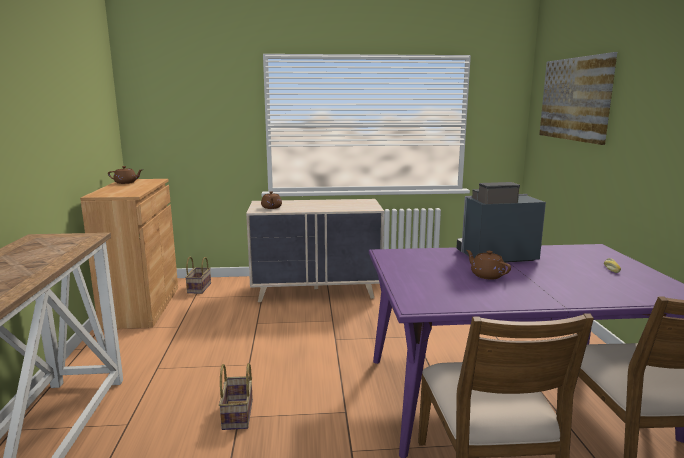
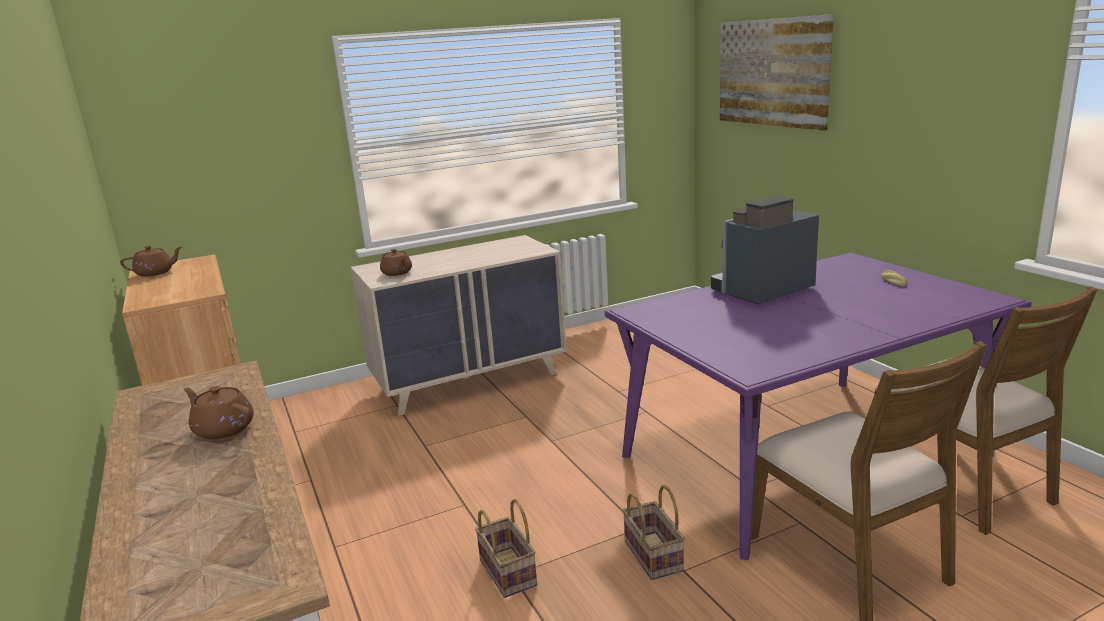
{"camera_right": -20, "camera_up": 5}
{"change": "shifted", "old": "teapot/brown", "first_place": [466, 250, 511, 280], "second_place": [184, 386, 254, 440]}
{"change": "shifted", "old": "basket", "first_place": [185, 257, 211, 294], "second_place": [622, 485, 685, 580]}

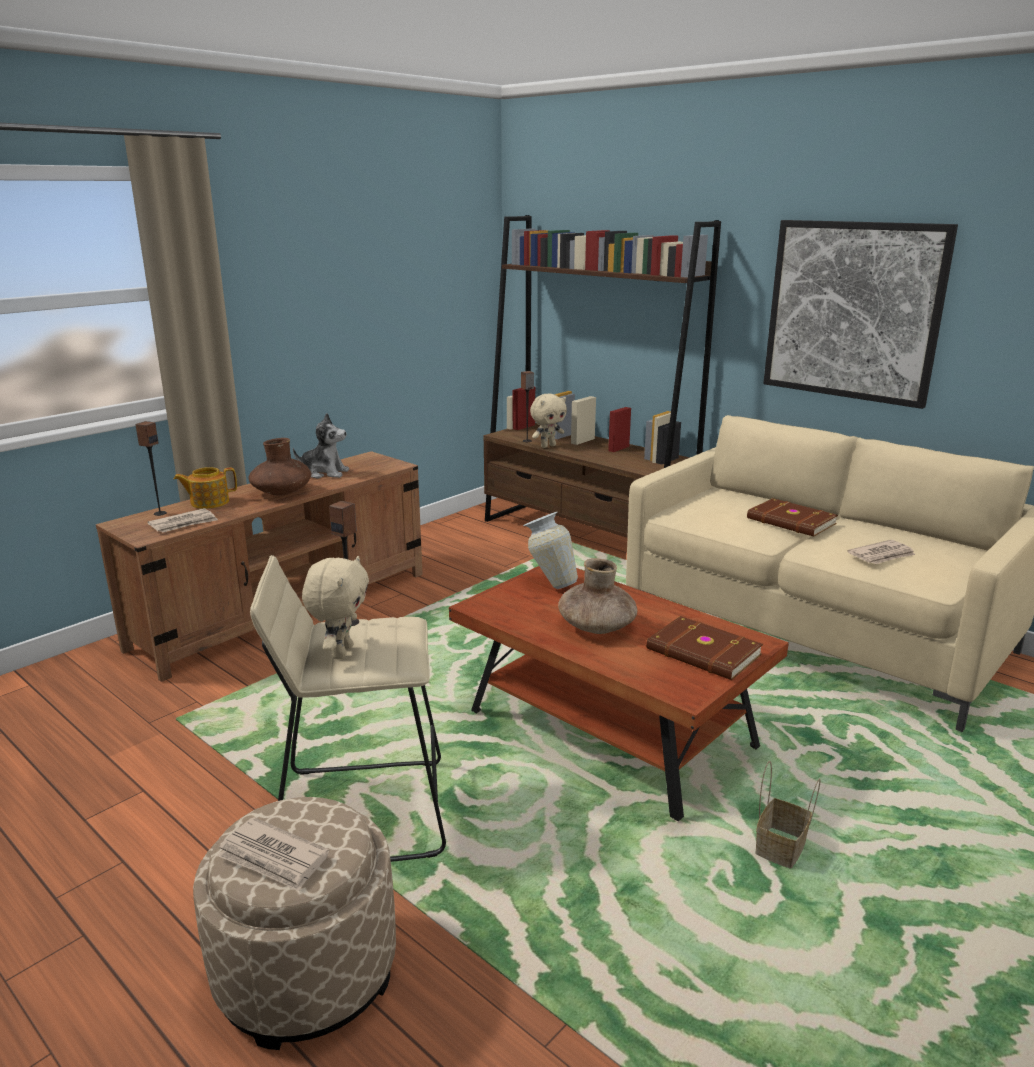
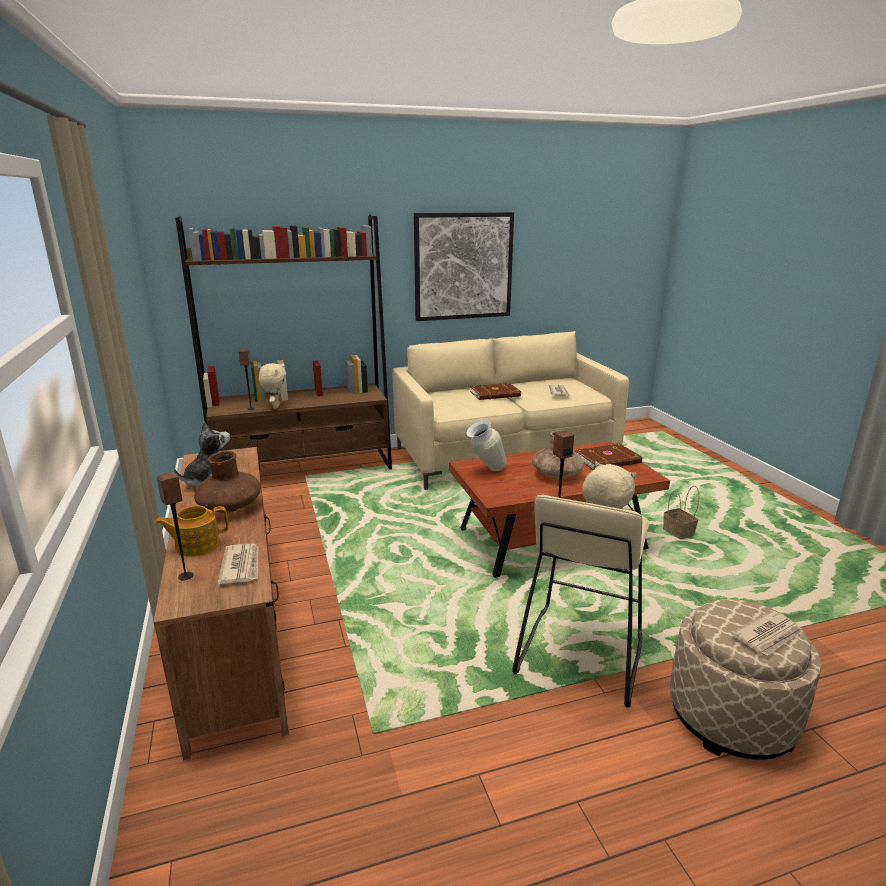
{"camera_right": -60, "camera_up": 0}
{"change": "rotated", "old": "teapot", "first_place": [174, 467, 237, 509], "second_place": [155, 506, 229, 557], "degrees": 60}

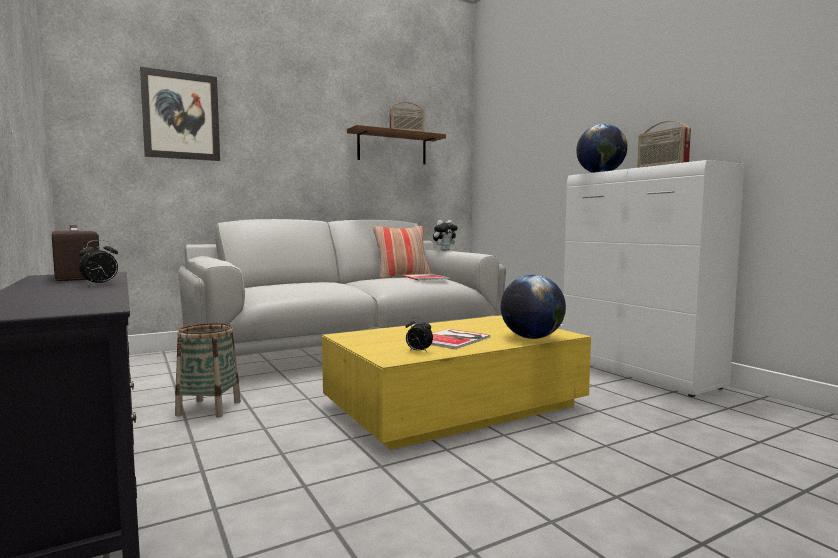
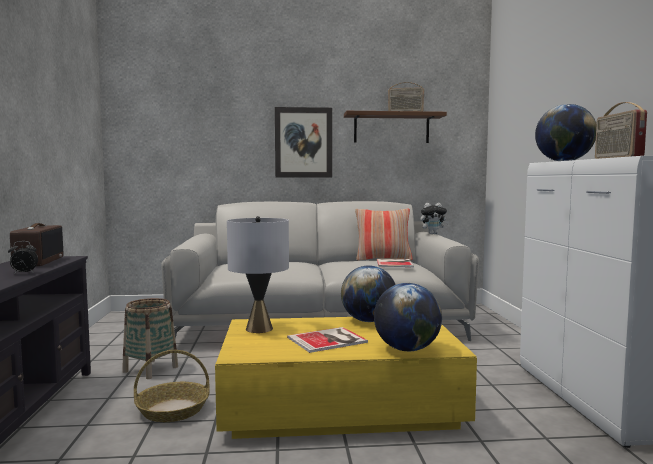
{"camera_right": 25, "camera_up": 0}
{"change": "new", "new": "basket", "second_place": [134, 350, 210, 422]}
{"change": "new", "new": "table lamp/grey", "second_place": [227, 216, 289, 333]}
{"change": "shifted", "old": "picture", "first_place": [140, 67, 220, 161], "second_place": [275, 107, 332, 177]}
{"change": "new", "new": "globe", "second_place": [341, 265, 395, 322]}
{"change": "gone", "old": "alarm clock", "first_place": [406, 316, 433, 352]}

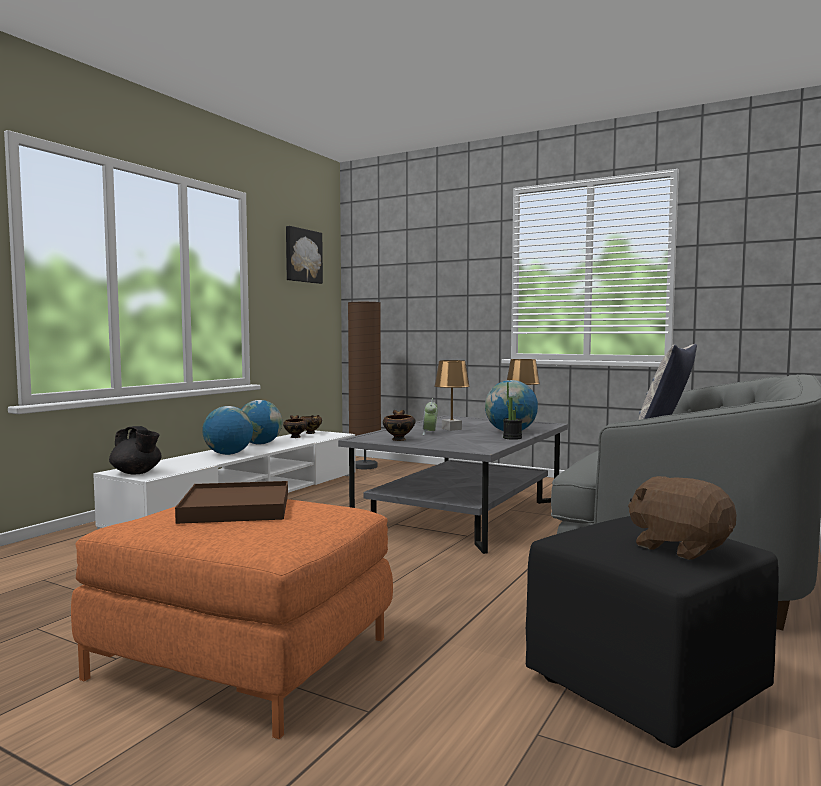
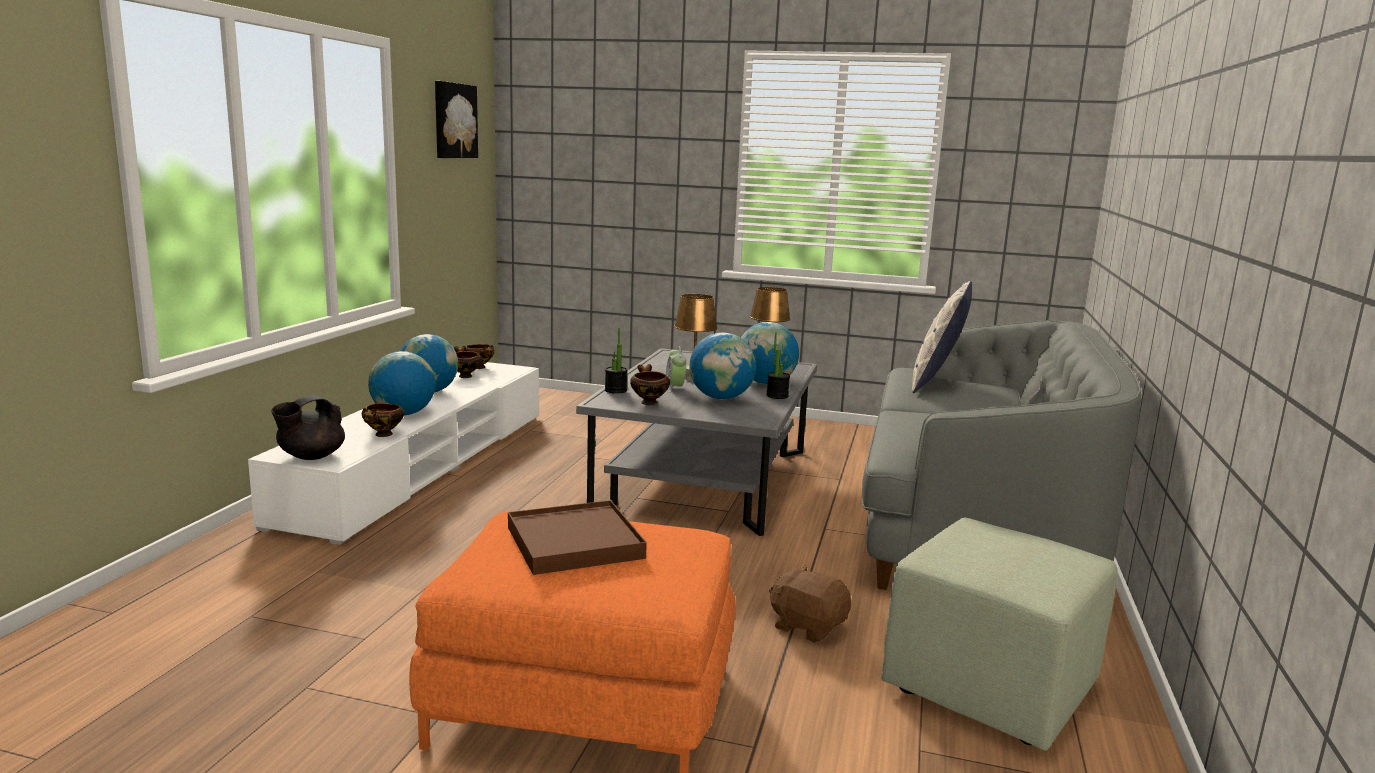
{"camera_right": -15, "camera_up": 10}
{"change": "rotated", "old": "teapot/black", "first_place": [109, 426, 162, 474], "second_place": [271, 395, 345, 460], "degrees": 105}
{"change": "new", "new": "bowl", "second_place": [362, 403, 404, 437]}
{"change": "new", "new": "potted plant", "second_place": [605, 327, 628, 394]}
{"change": "new", "new": "globe", "second_place": [689, 333, 756, 399]}
{"change": "shifted", "old": "plush toy/brown", "first_place": [628, 476, 737, 560], "second_place": [769, 565, 851, 643]}
{"change": "repainted", "old": "ottoman/black", "new": "ottoman/green", "first_place": [526, 516, 779, 748], "second_place": [881, 517, 1118, 751]}
{"change": "gone", "old": "floor lamp/brown", "first_place": [348, 302, 381, 469]}

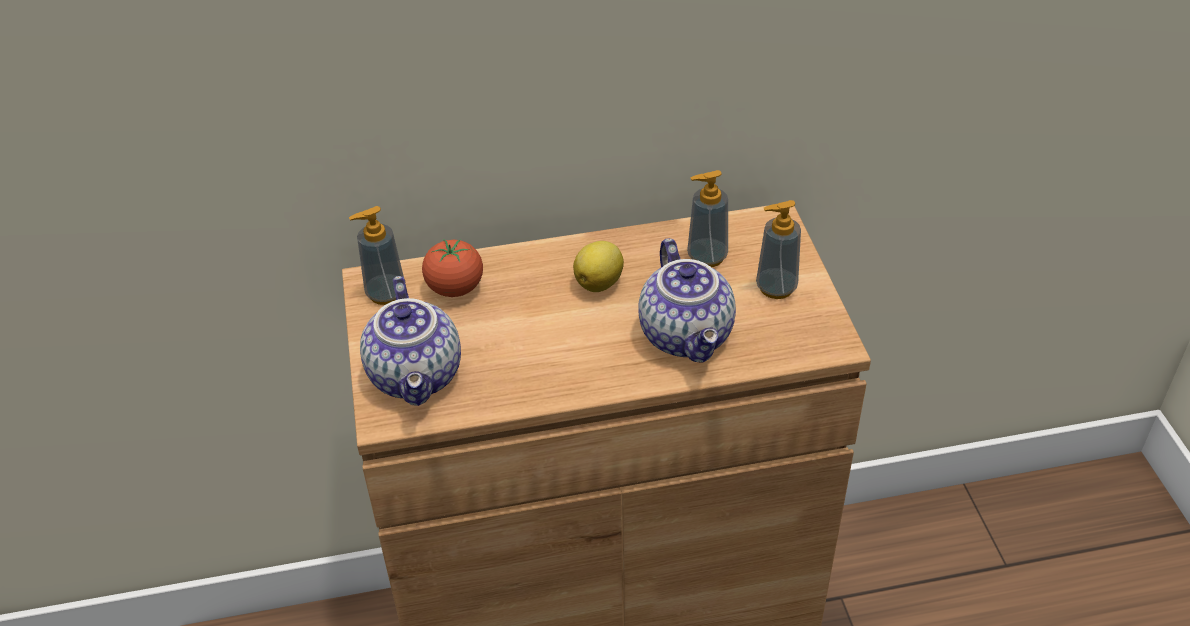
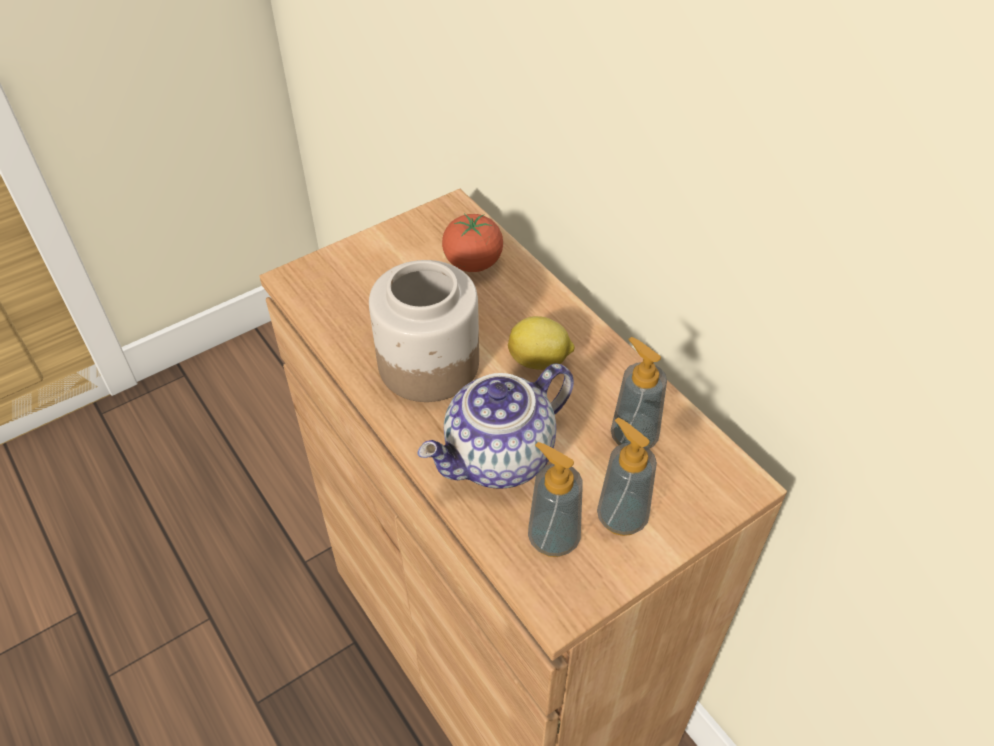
{"camera_right": 65, "camera_up": 5}
{"change": "new", "new": "jar", "second_place": [369, 260, 479, 402]}
{"change": "shifted", "old": "soap dispenser", "first_place": [349, 206, 404, 305], "second_place": [528, 442, 583, 557]}
{"change": "gone", "old": "teapot", "first_place": [360, 276, 461, 406]}

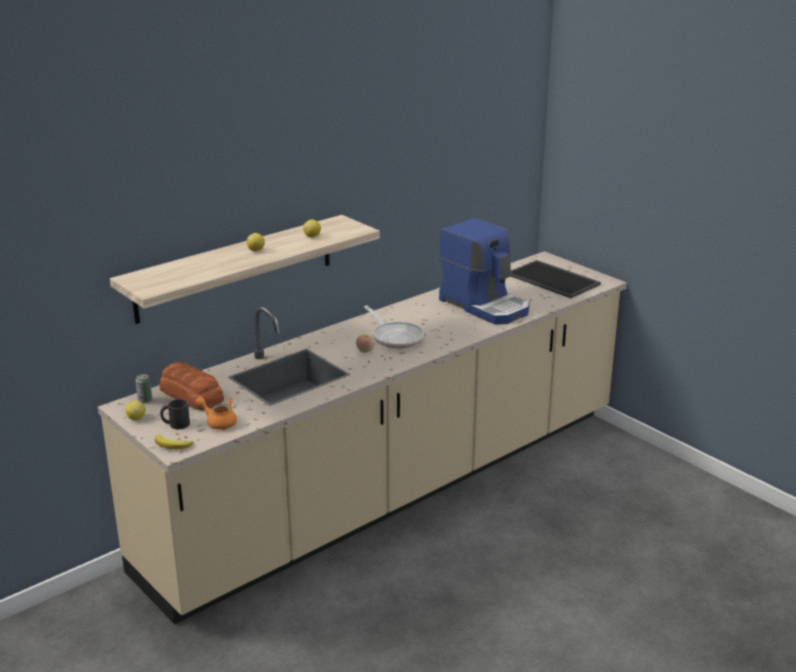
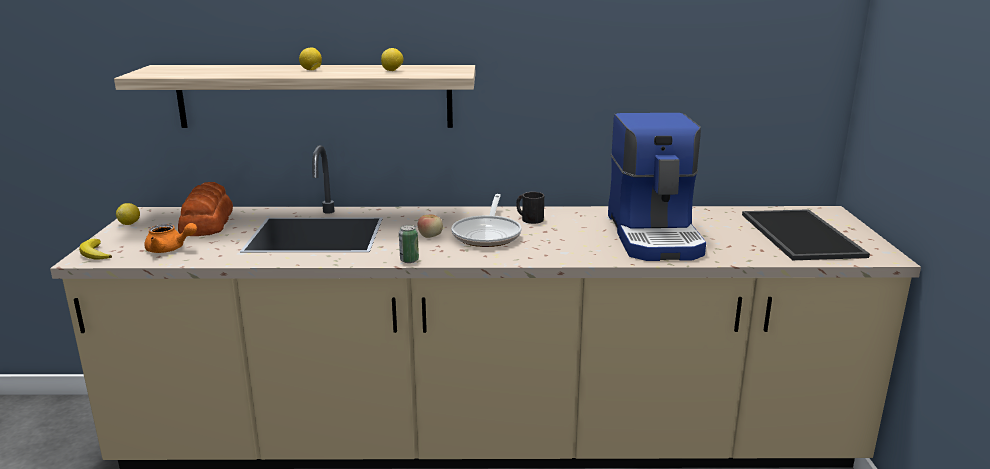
{"camera_right": 40, "camera_up": -5}
{"change": "rotated", "old": "teapot/orange", "first_place": [195, 397, 237, 429], "second_place": [144, 223, 197, 253], "degrees": 120}
{"change": "shifted", "old": "can", "first_place": [135, 374, 152, 403], "second_place": [399, 225, 419, 263]}
{"change": "shifted", "old": "mug/black", "first_place": [160, 399, 190, 429], "second_place": [516, 192, 544, 224]}

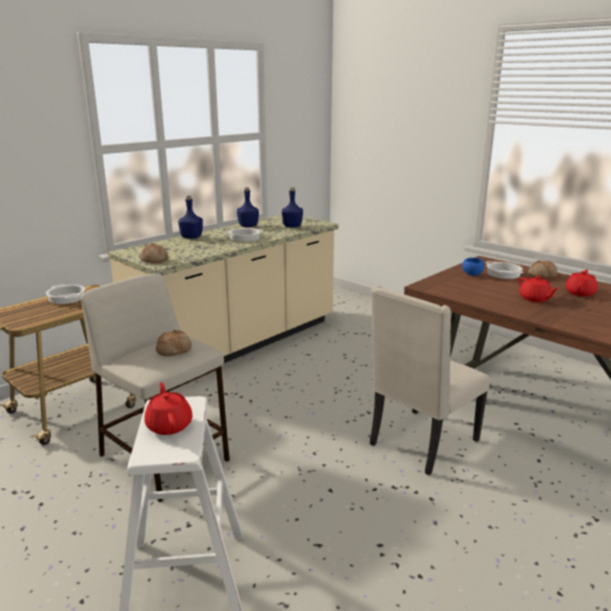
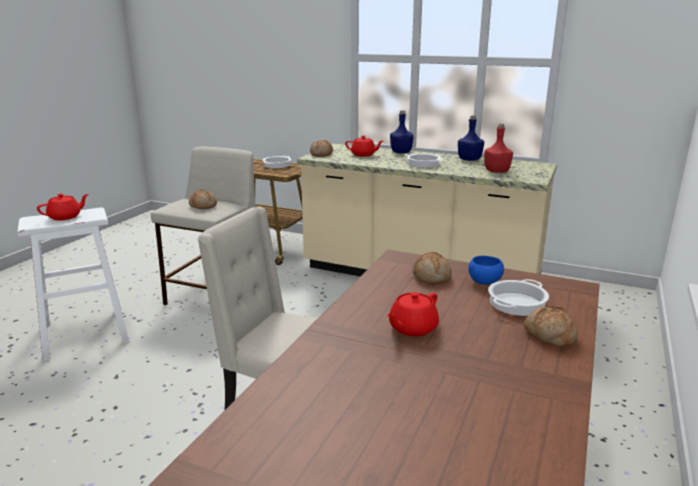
{"camera_right": 70, "camera_up": 0}
{"change": "shifted", "old": "teapot/red", "first_place": [565, 270, 598, 297], "second_place": [345, 136, 383, 156]}
{"change": "new", "new": "bread", "second_place": [413, 252, 452, 284]}
{"change": "repainted", "old": "bottle/blue", "new": "bottle/red", "first_place": [282, 188, 303, 228], "second_place": [484, 124, 513, 173]}

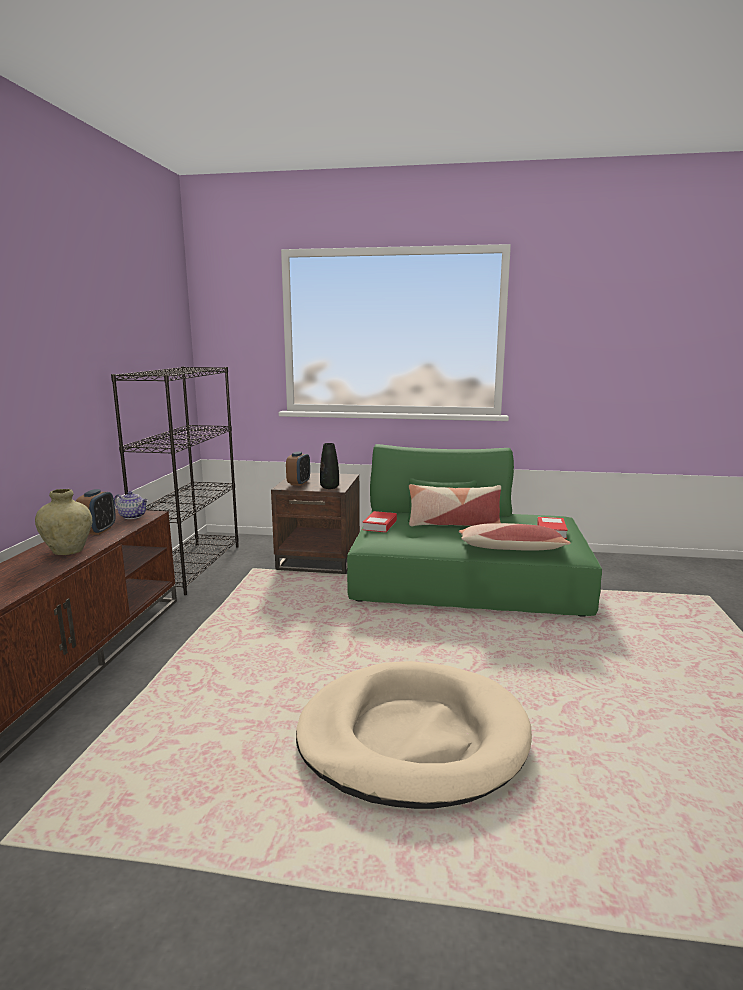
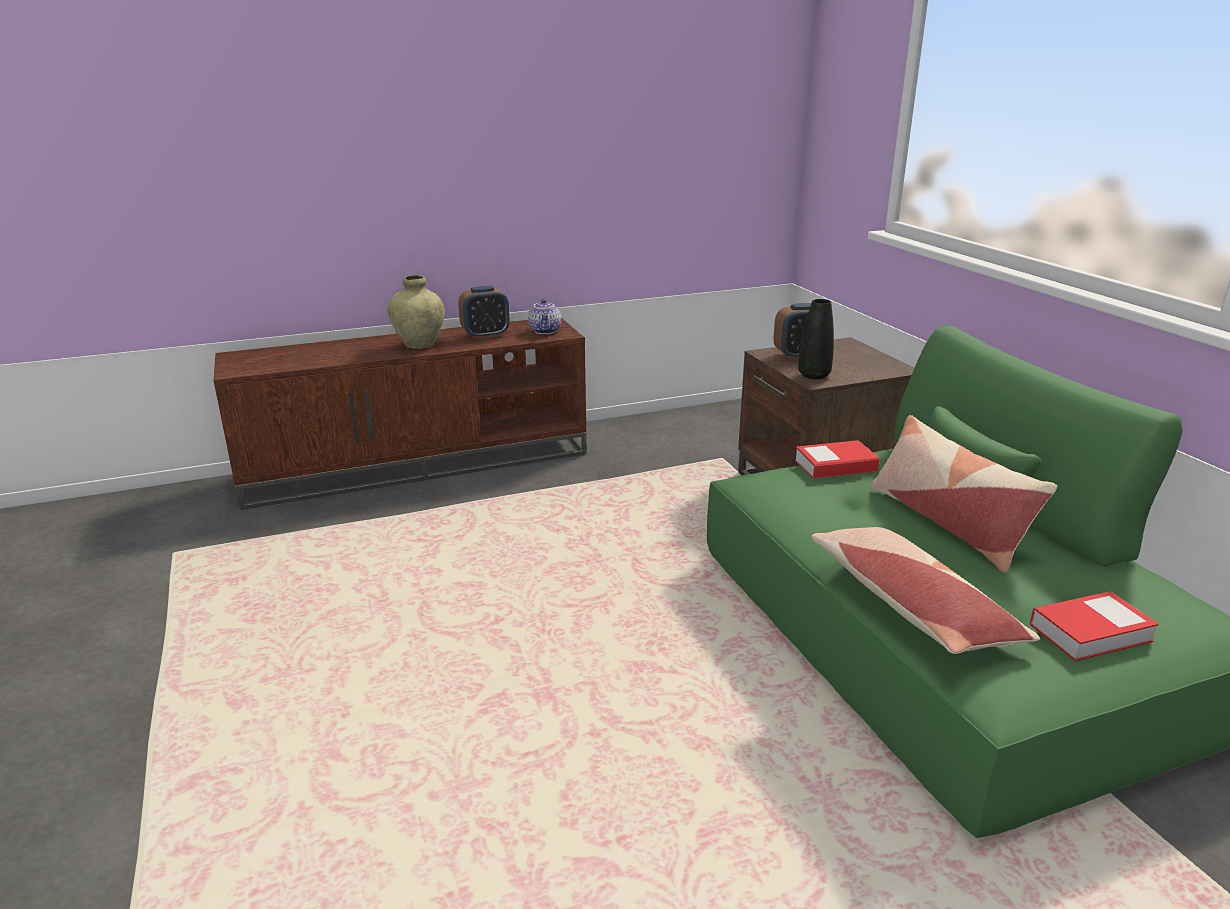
{"camera_right": 60, "camera_up": 10}
{"change": "gone", "old": "bookcase/black", "first_place": [111, 367, 239, 595]}
{"change": "gone", "old": "dog bed/beige", "first_place": [296, 661, 532, 809]}

